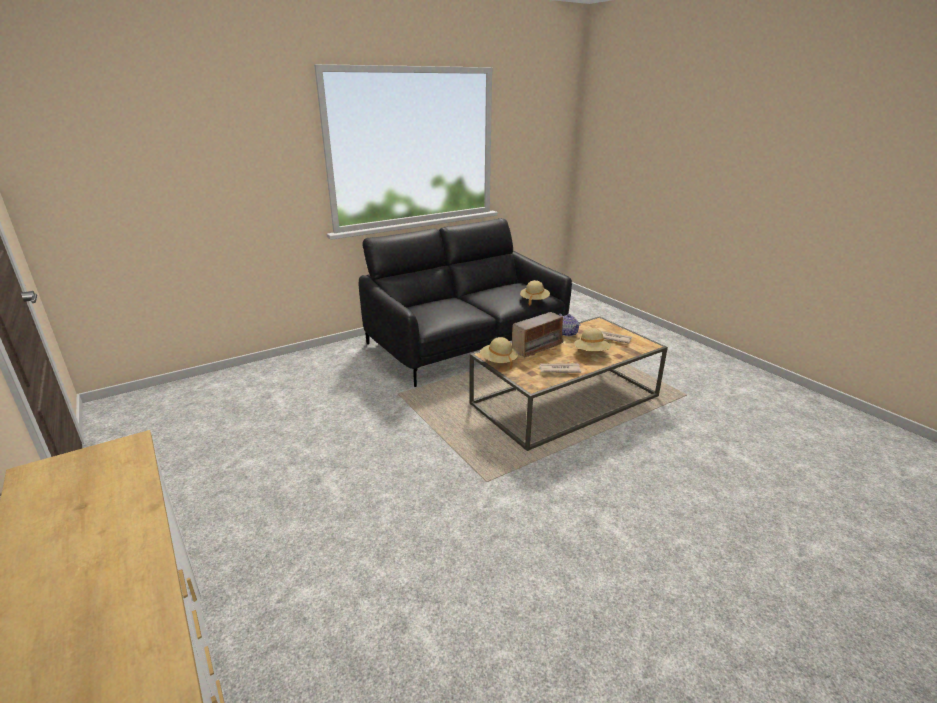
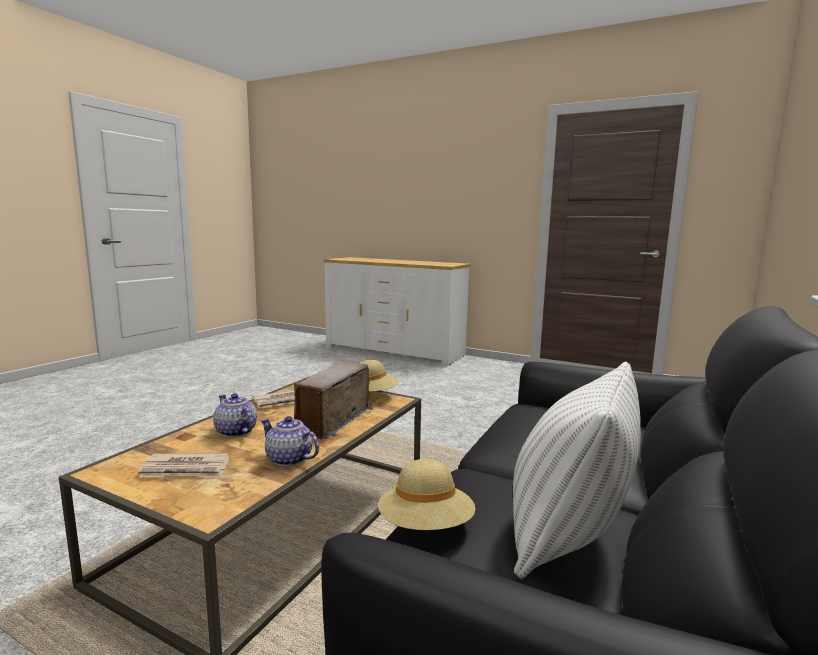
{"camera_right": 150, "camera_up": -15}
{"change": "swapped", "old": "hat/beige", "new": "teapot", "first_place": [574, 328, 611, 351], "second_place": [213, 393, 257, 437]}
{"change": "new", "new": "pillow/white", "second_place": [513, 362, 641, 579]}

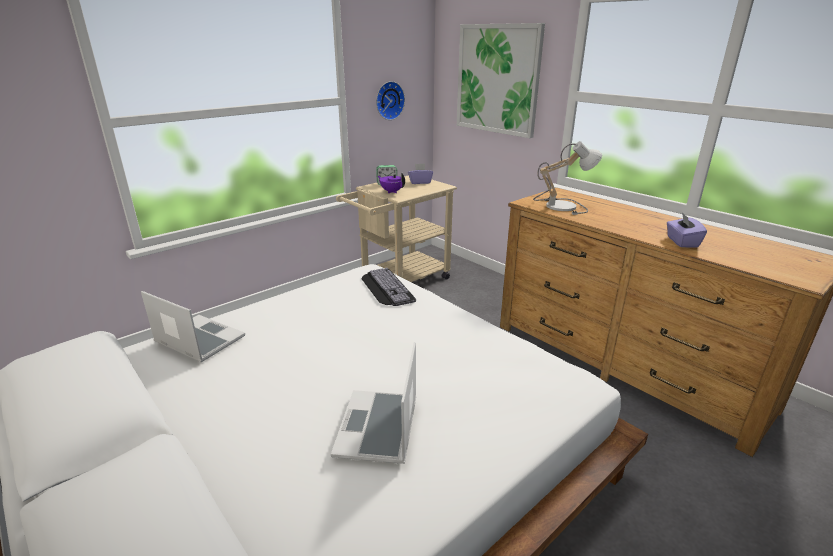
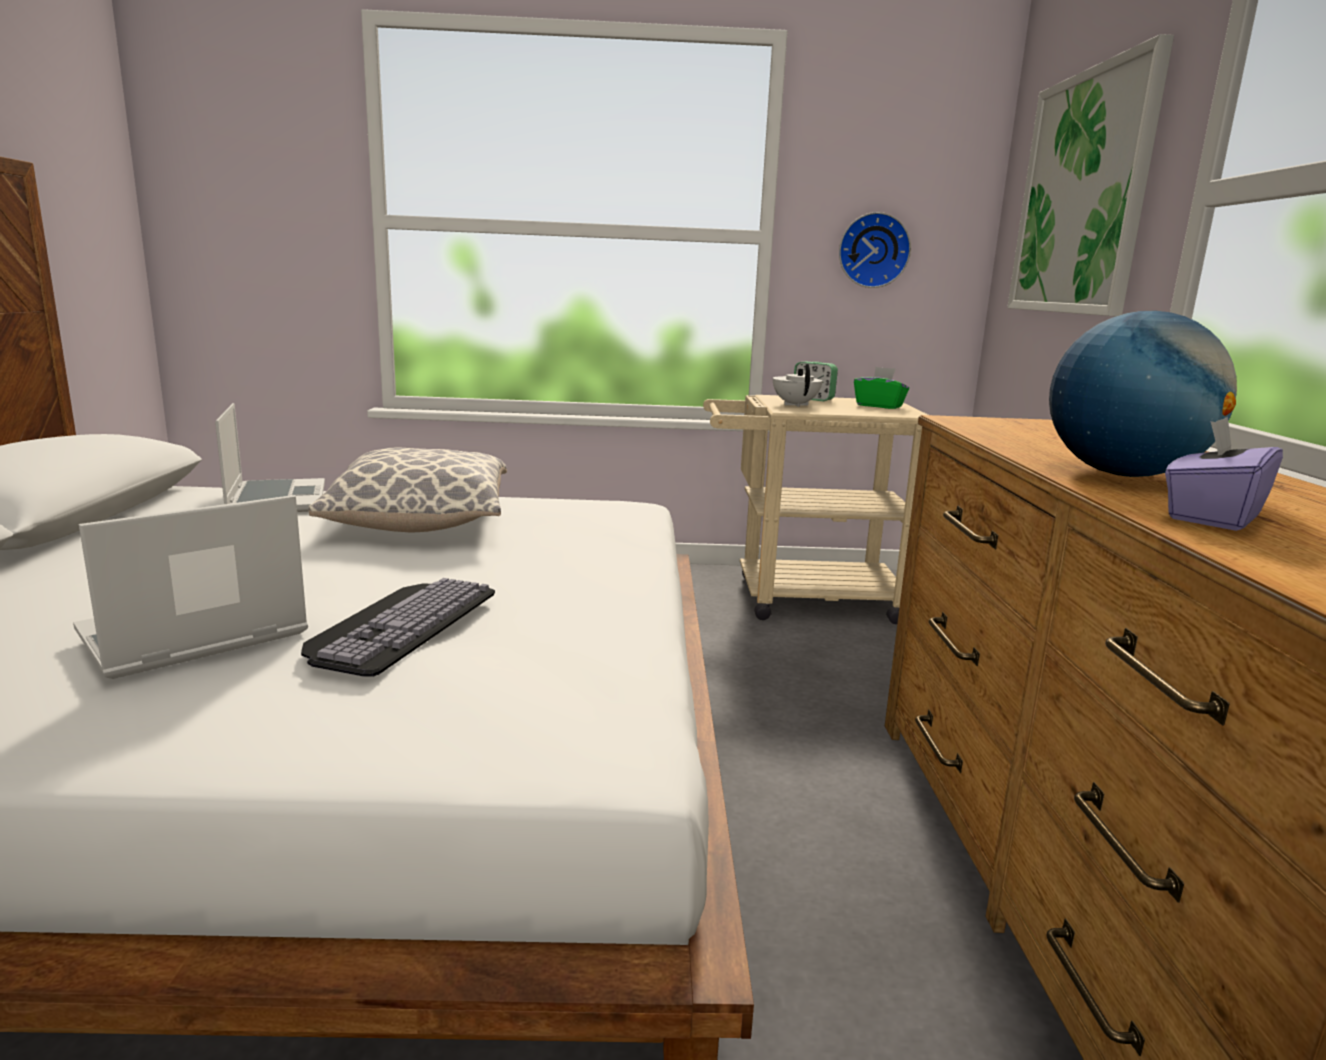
{"camera_right": 40, "camera_up": -10}
{"change": "shifted", "old": "keyboard", "first_place": [362, 268, 416, 306], "second_place": [301, 578, 495, 677]}
{"change": "new", "new": "pillow", "second_place": [309, 447, 507, 533]}
{"change": "repainted", "old": "teapot/purple", "new": "teapot/white", "first_place": [378, 173, 405, 193], "second_place": [773, 364, 822, 407]}
{"change": "repainted", "old": "tissue box/purple", "new": "tissue box/green", "first_place": [408, 164, 433, 184], "second_place": [854, 367, 909, 409]}
{"change": "new", "new": "globe", "second_place": [1049, 311, 1237, 477]}
{"change": "gone", "old": "table lamp", "first_place": [533, 141, 602, 215]}

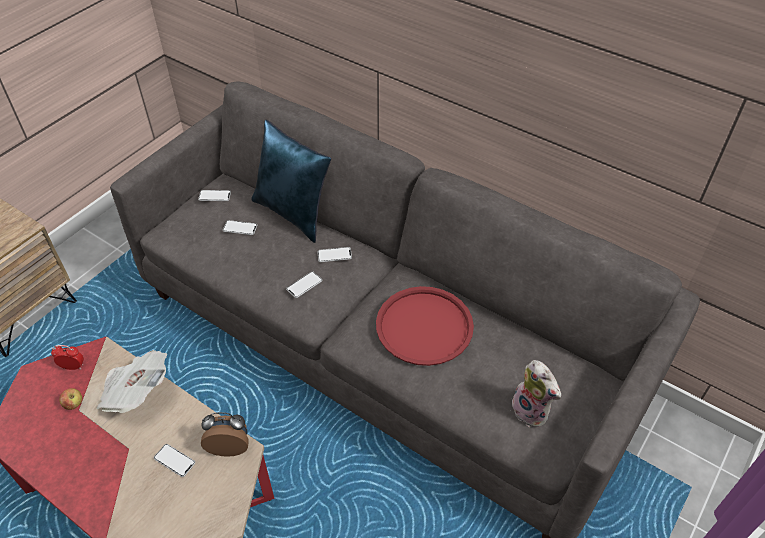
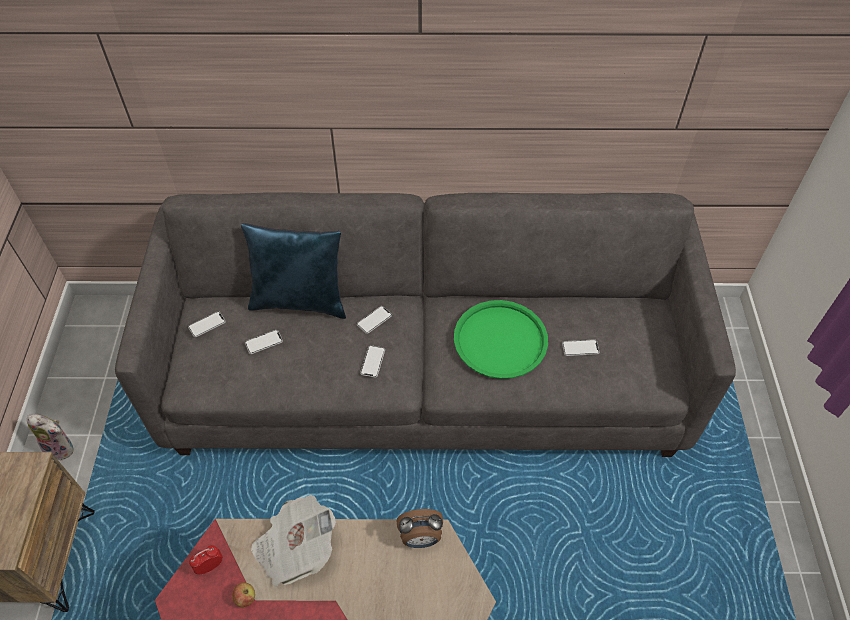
{"camera_right": -35, "camera_up": 5}
{"change": "shifted", "old": "plush toy", "first_place": [512, 360, 561, 427], "second_place": [27, 414, 74, 461]}
{"change": "rotated", "old": "alarm clock", "first_place": [201, 412, 249, 457], "second_place": [397, 509, 443, 548], "degrees": -150}
{"change": "repainted", "old": "tray/red", "new": "tray/green", "first_place": [376, 286, 474, 366], "second_place": [454, 300, 548, 379]}
{"change": "shifted", "old": "phone", "first_place": [154, 444, 195, 477], "second_place": [562, 339, 600, 356]}

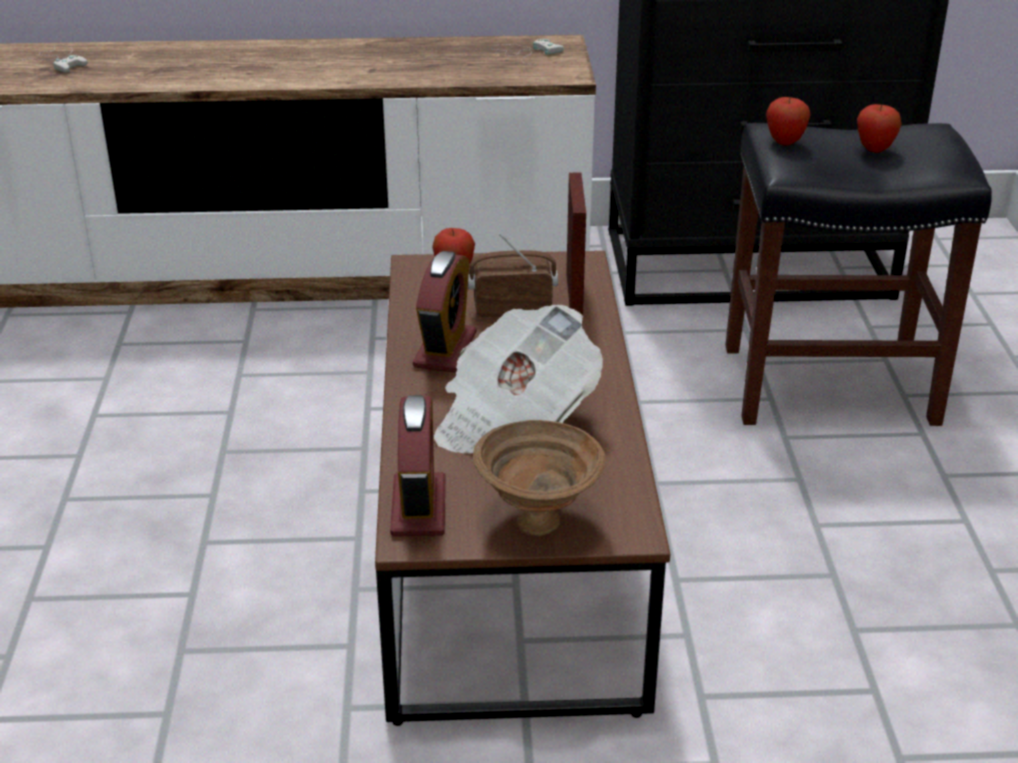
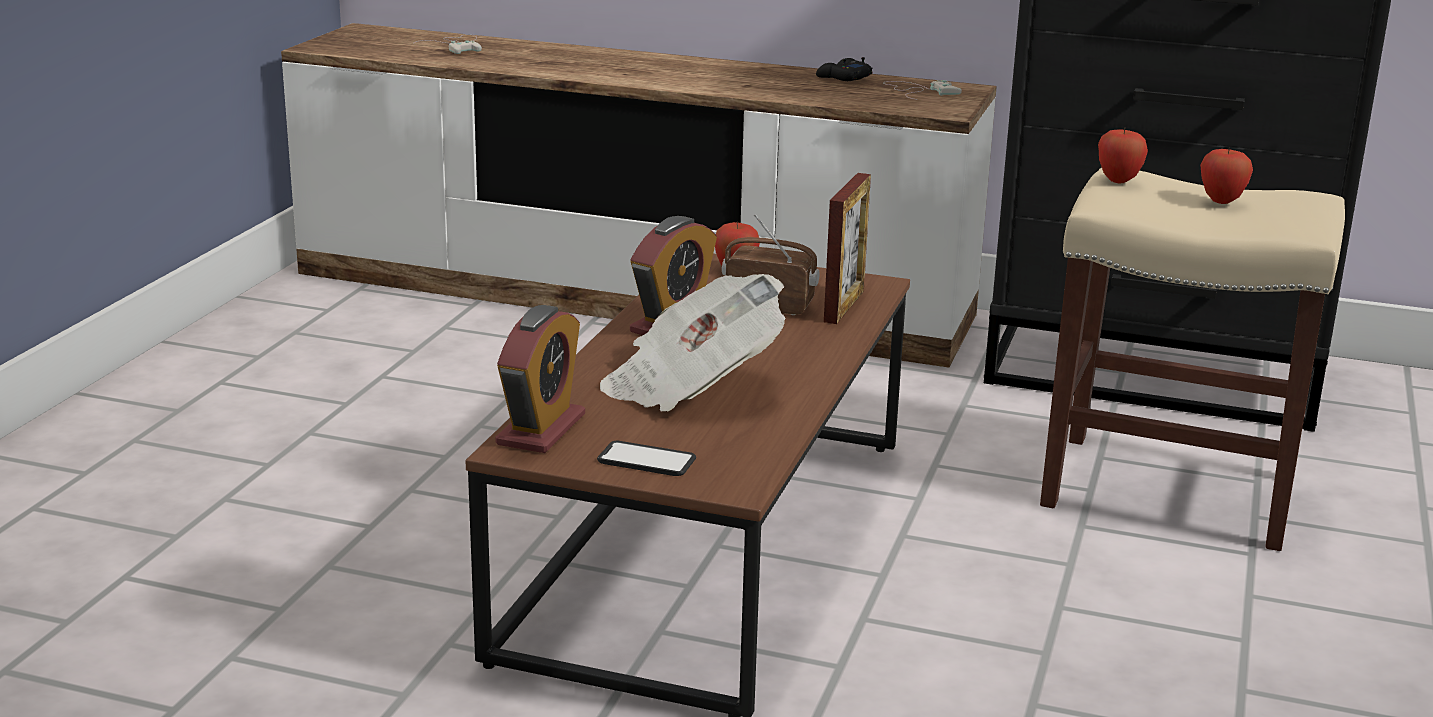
{"camera_right": 20, "camera_up": -10}
{"change": "swapped", "old": "bowl/brown", "new": "phone", "first_place": [473, 420, 606, 536], "second_place": [597, 441, 696, 476]}
{"change": "new", "new": "game controller/black", "second_place": [816, 57, 873, 81]}
{"change": "repainted", "old": "stool/black", "new": "stool/beige", "first_place": [725, 123, 992, 426], "second_place": [1040, 168, 1345, 551]}

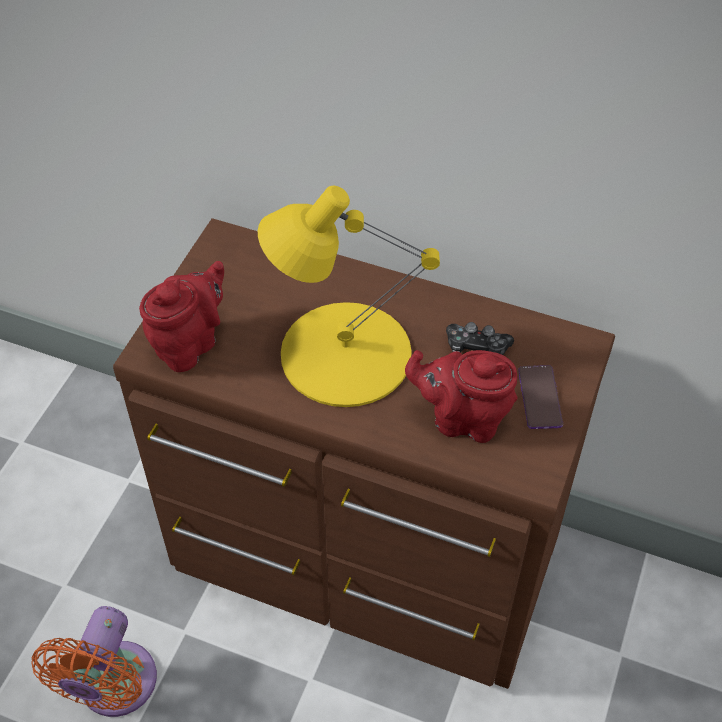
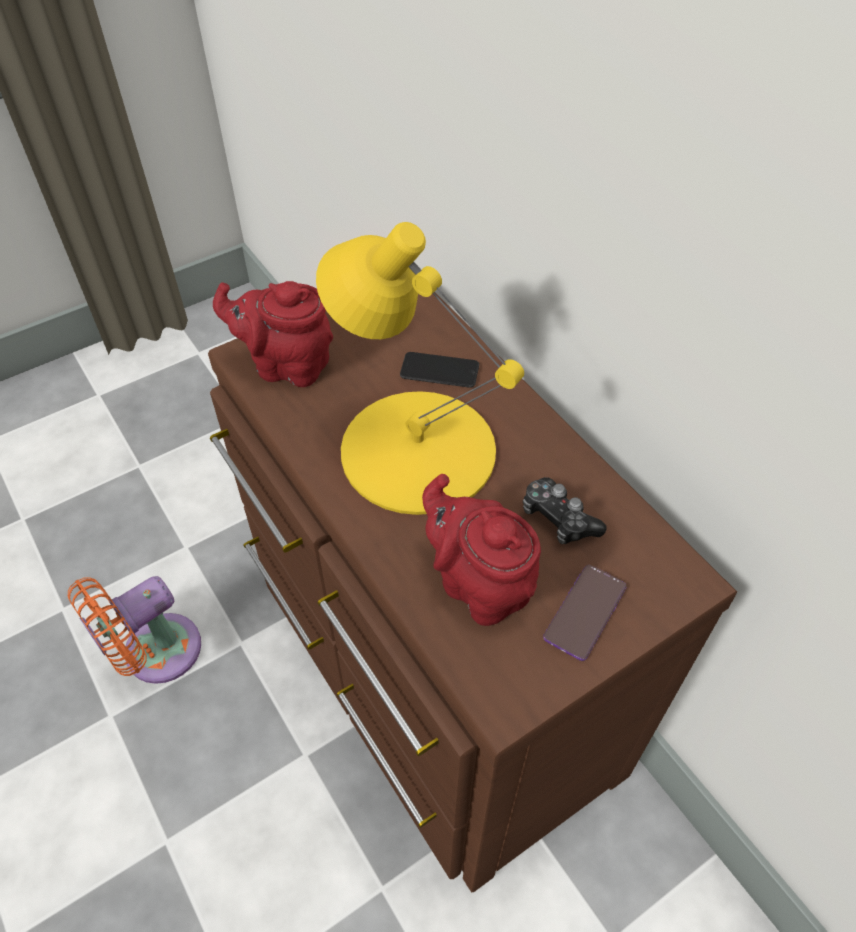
{"camera_right": 35, "camera_up": 0}
{"change": "rotated", "old": "teapot/red", "first_place": [139, 261, 224, 372], "second_place": [213, 281, 333, 387], "degrees": -150}
{"change": "new", "new": "phone", "second_place": [400, 352, 479, 388]}

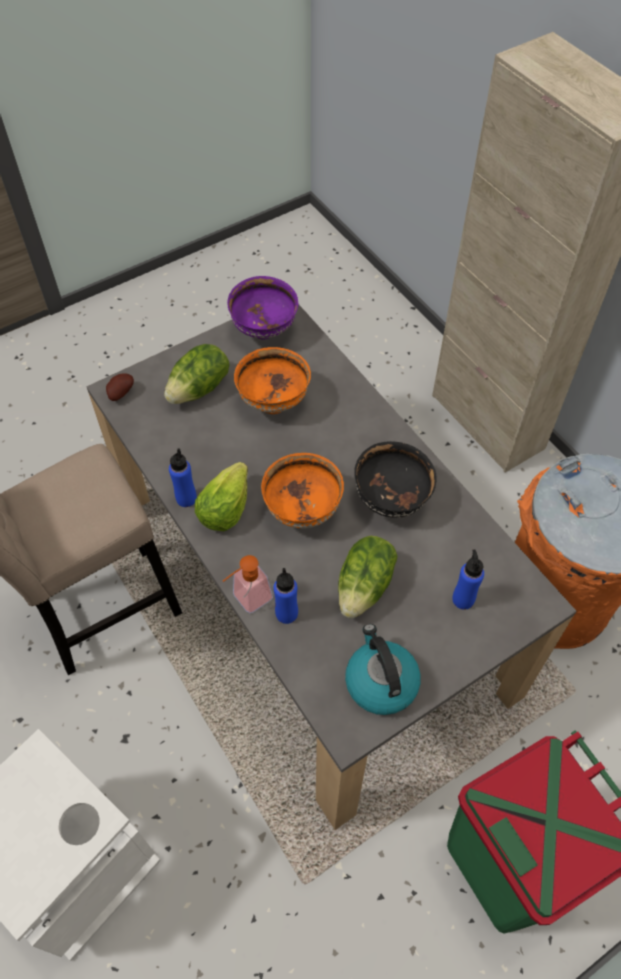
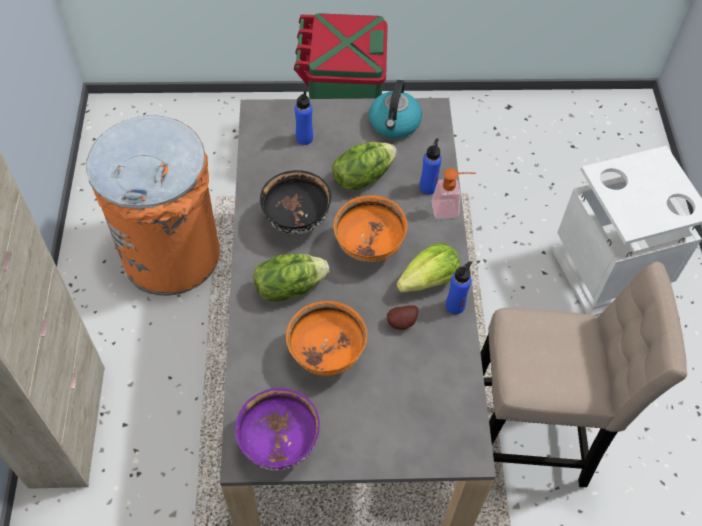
{"camera_right": -150, "camera_up": 0}
{"change": "shifted", "old": "lettuce", "first_place": [164, 344, 229, 404], "second_place": [253, 254, 329, 302]}
{"change": "shifted", "old": "potato", "first_place": [106, 373, 134, 401], "second_place": [387, 305, 419, 330]}

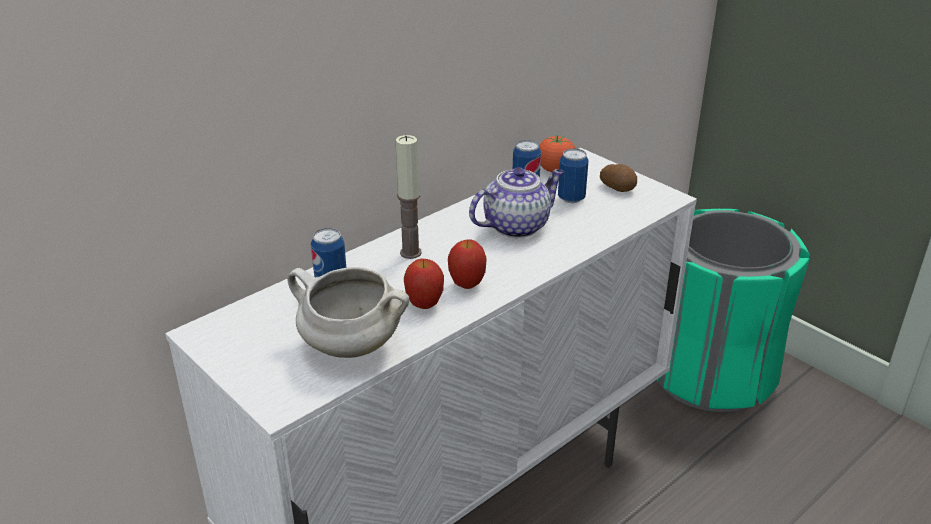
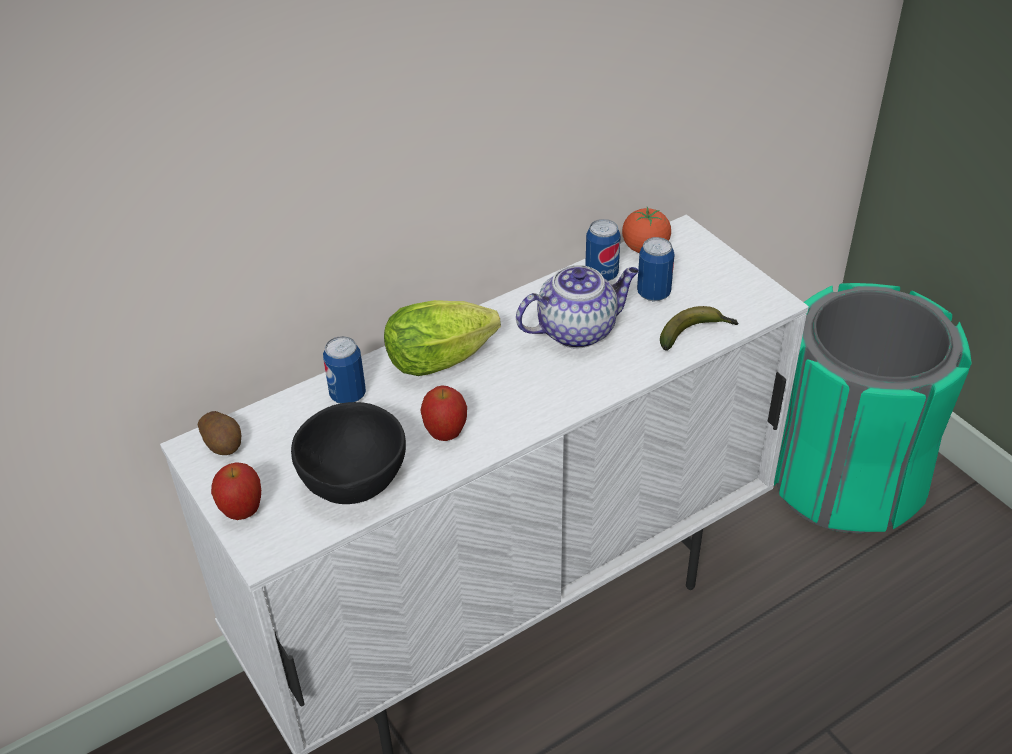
{"camera_right": 10, "camera_up": 10}
{"change": "shifted", "old": "potato", "first_place": [600, 164, 637, 192], "second_place": [198, 411, 241, 455]}
{"change": "shifted", "old": "apple", "first_place": [448, 239, 486, 289], "second_place": [211, 463, 261, 520]}
{"change": "swapped", "old": "cooking pot/white", "new": "bowl/black", "first_place": [287, 267, 409, 358], "second_place": [291, 402, 406, 504]}
{"change": "swapped", "old": "candle", "new": "lettuce", "first_place": [396, 135, 422, 259], "second_place": [384, 300, 501, 376]}
{"change": "new", "new": "banana", "second_place": [660, 306, 739, 351]}

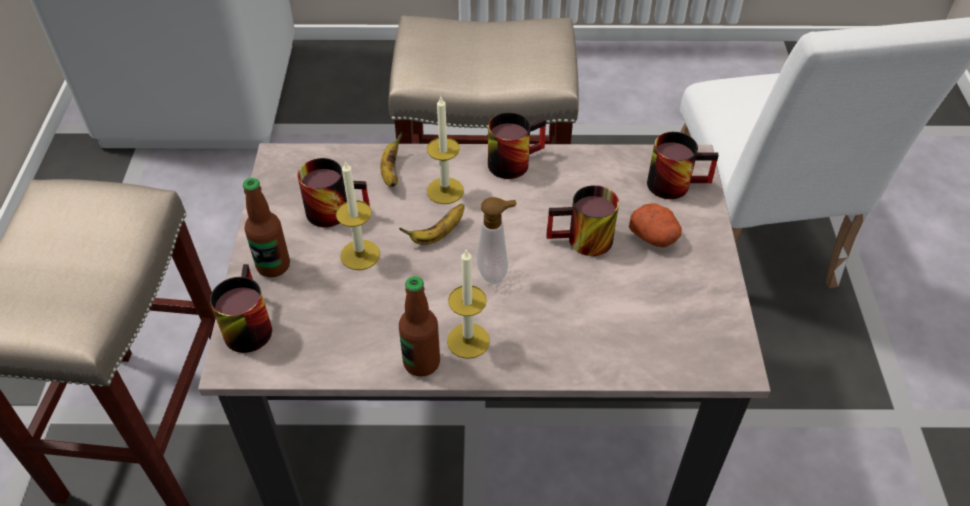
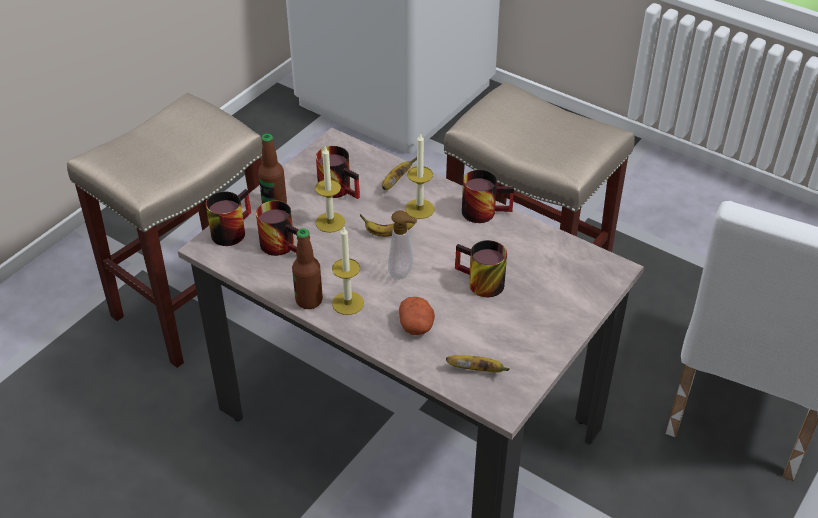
{"camera_right": 35, "camera_up": -5}
{"change": "shifted", "old": "mug", "first_place": [647, 132, 719, 199], "second_place": [256, 201, 299, 256]}
{"change": "shifted", "old": "potato", "first_place": [629, 203, 682, 247], "second_place": [399, 297, 435, 335]}
{"change": "new", "new": "banana", "second_place": [446, 355, 510, 373]}

